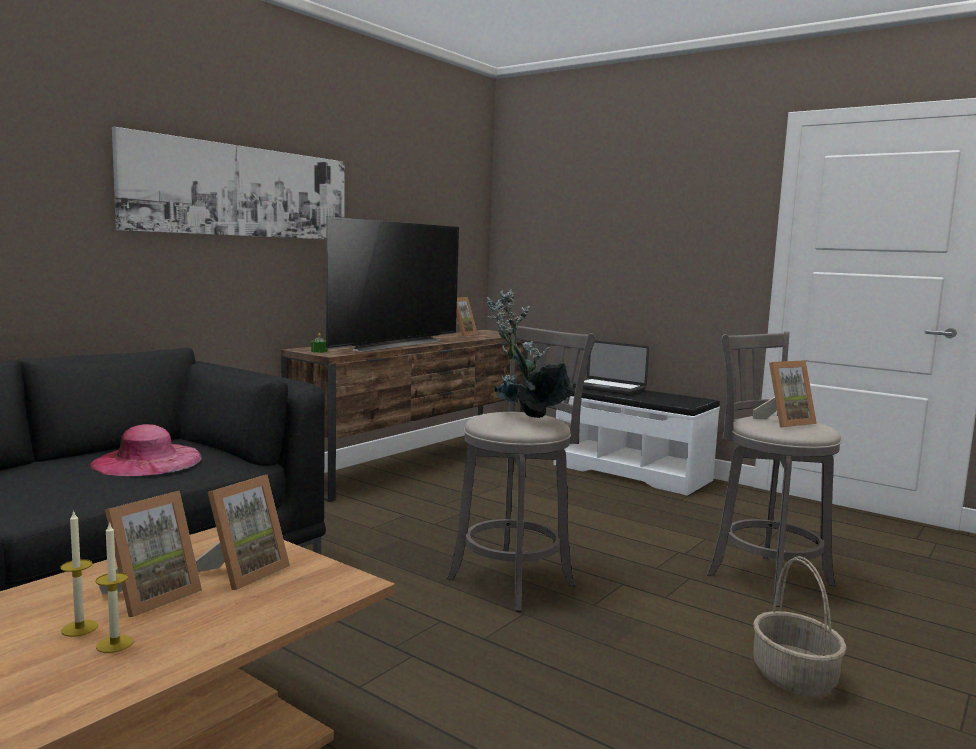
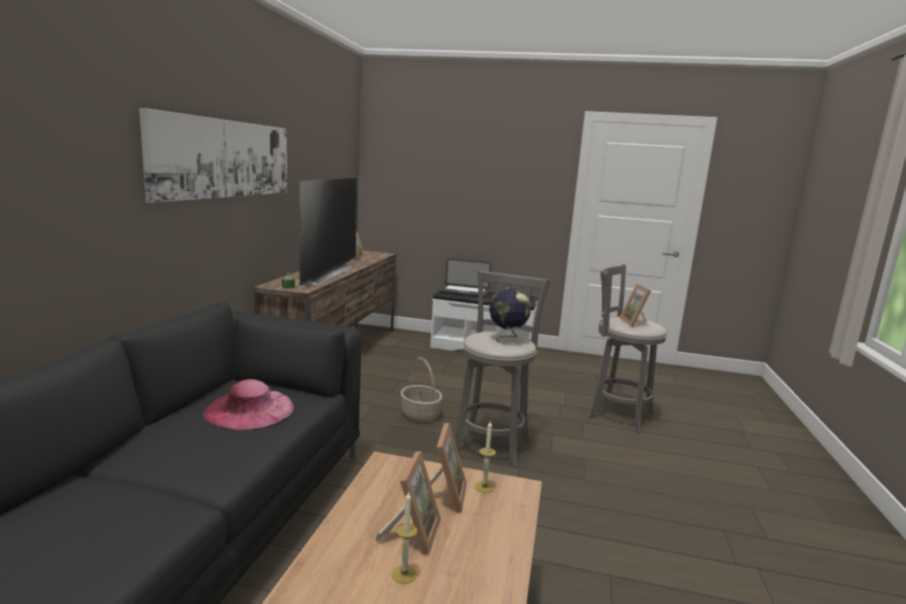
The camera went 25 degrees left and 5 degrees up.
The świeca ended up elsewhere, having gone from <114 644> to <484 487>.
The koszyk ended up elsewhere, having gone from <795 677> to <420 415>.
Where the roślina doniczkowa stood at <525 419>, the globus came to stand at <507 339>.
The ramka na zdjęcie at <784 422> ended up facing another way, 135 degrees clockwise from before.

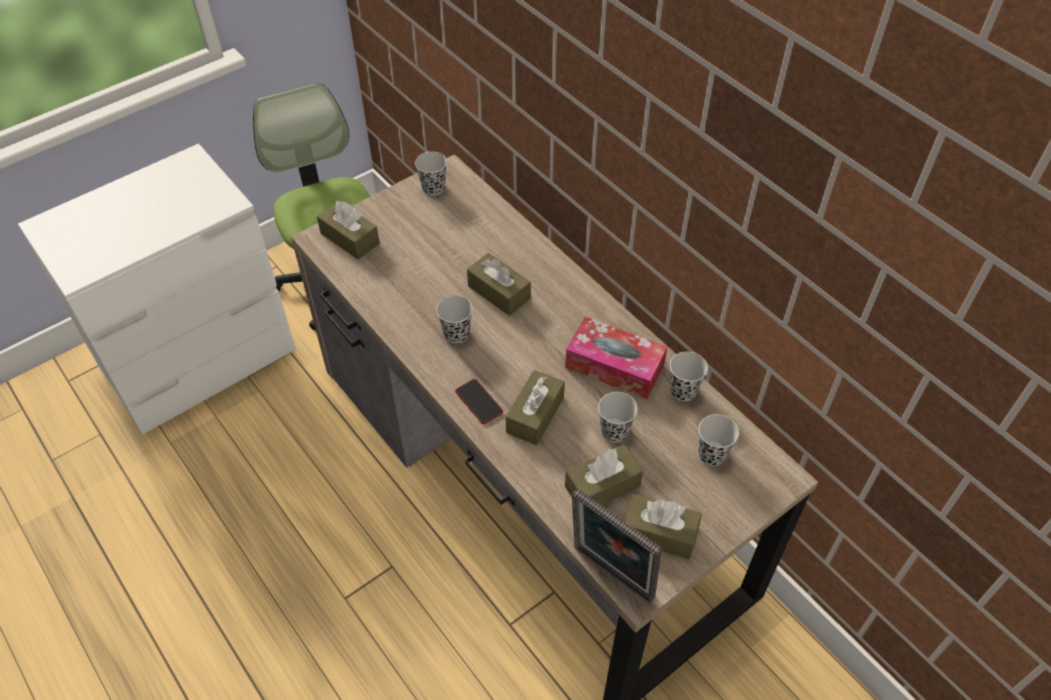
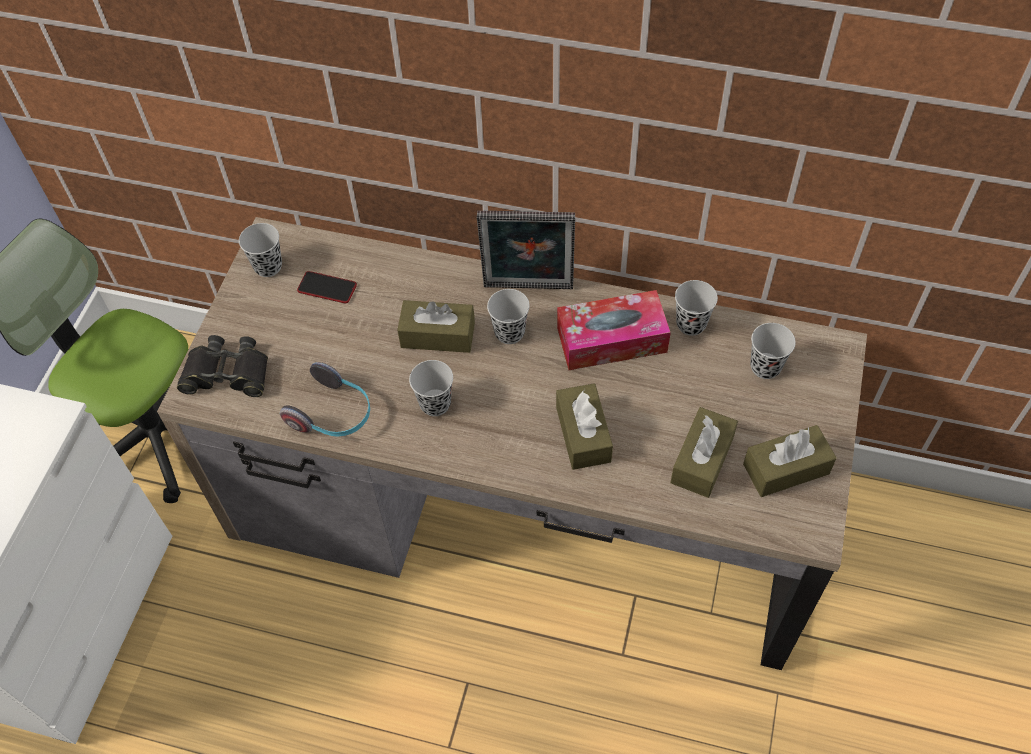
The camera went 35 degrees left and 5 degrees up.
The second view gained the słuchawki at <333 414>.
The telefon ended up elsewhere, having gone from <479 402> to <327 288>.
The ramka na zdjęcie ended up elsewhere, having gone from <610 576> to <528 290>.
The filiżanka/czarny ended up elsewhere, having gone from <614 431> to <509 332>.
Where the pudełko chusteczek/brązowy stood at <350 238>, the lornetka/czarny came to stand at <227 373>.

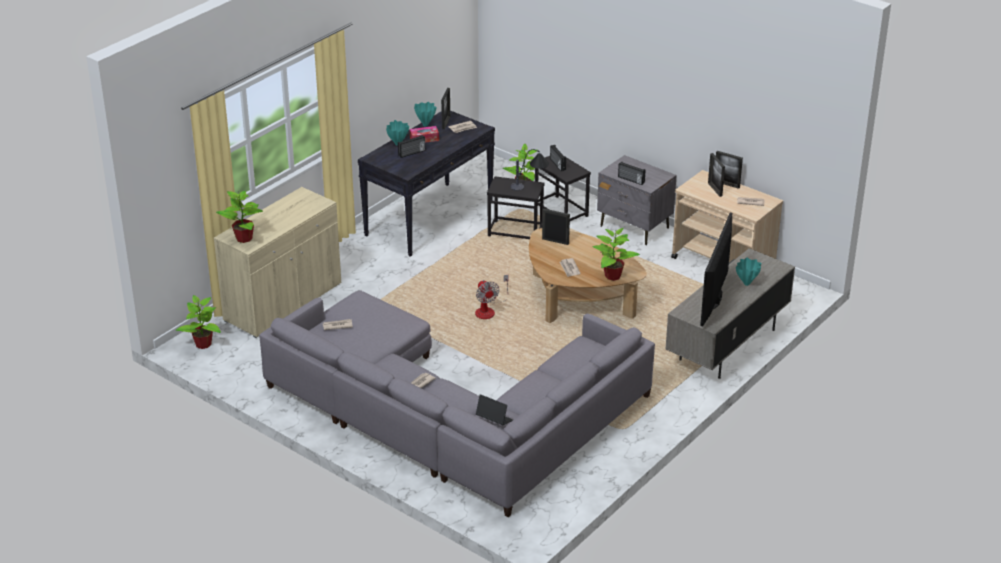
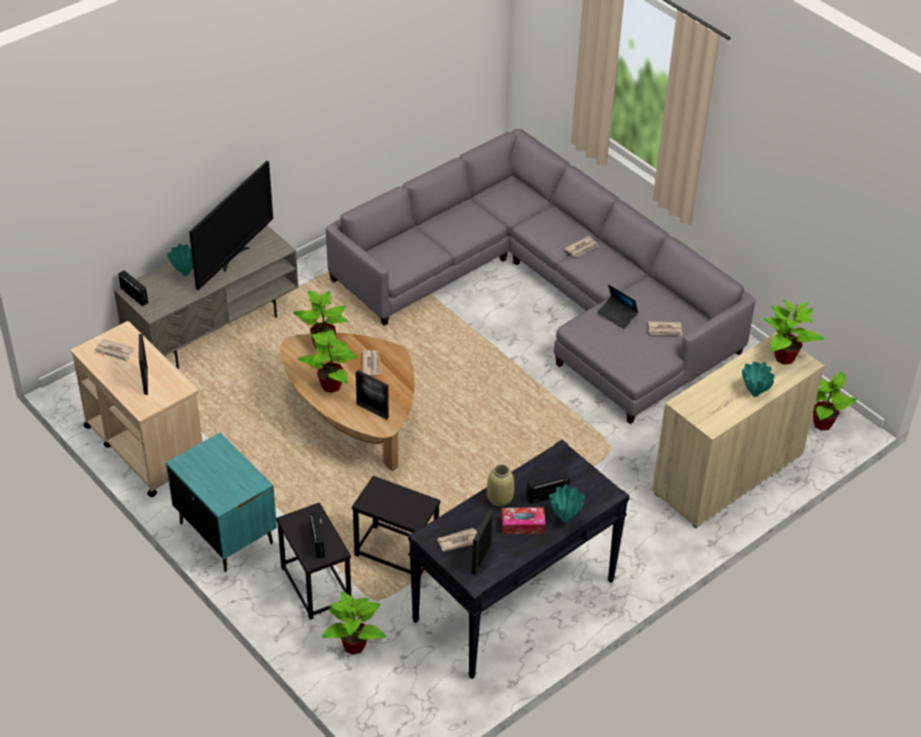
The camera went 170 degrees left and 10 degrees up.
The second view lost the wentylator at <488 310>.
The second view lost the lampa stołowa at <530 185>.
The second view lost the ramka na zdjęcie at <726 184>.
The second view gained the roślina doniczkowa at <332 385>.
The second view gained the wazon/beżowy at <499 499>.
The wazon/turkusowy ended up elsewhere, having gone from <425 125> to <754 393>.
The laptop ended up elsewhere, having gone from <494 420> to <617 315>.
The radio ended up elsewhere, having gone from <631 180> to <135 295>.
What was the szafka nocna/szary at <634 227> turned into the szafka nocna/turkusowy at <226 532>.

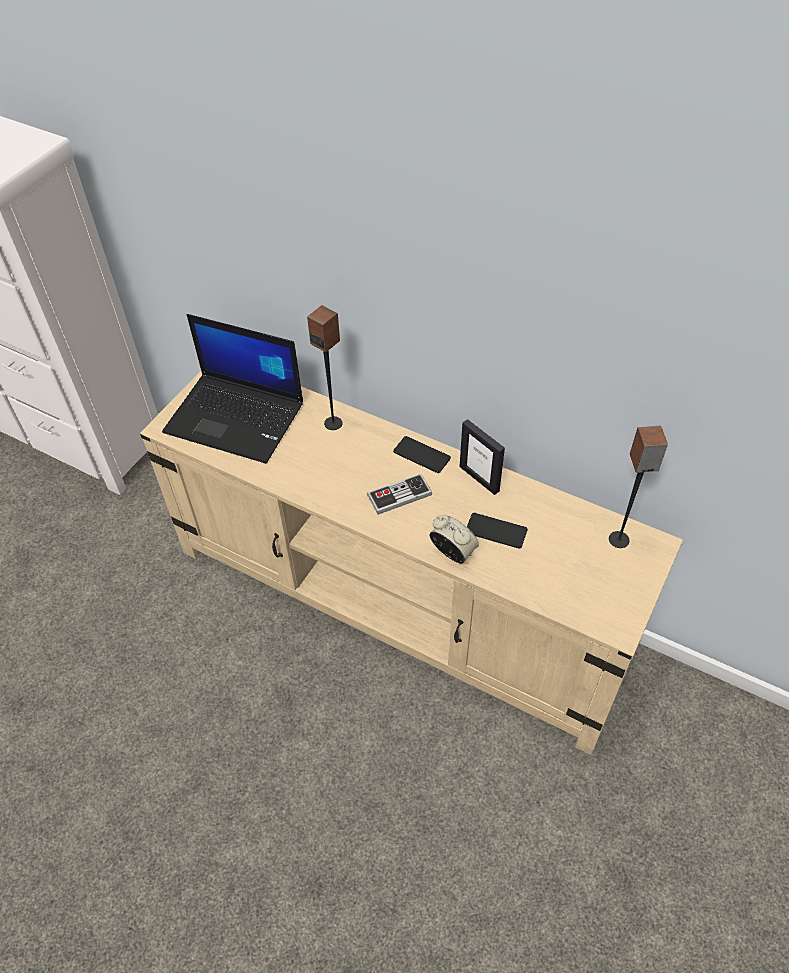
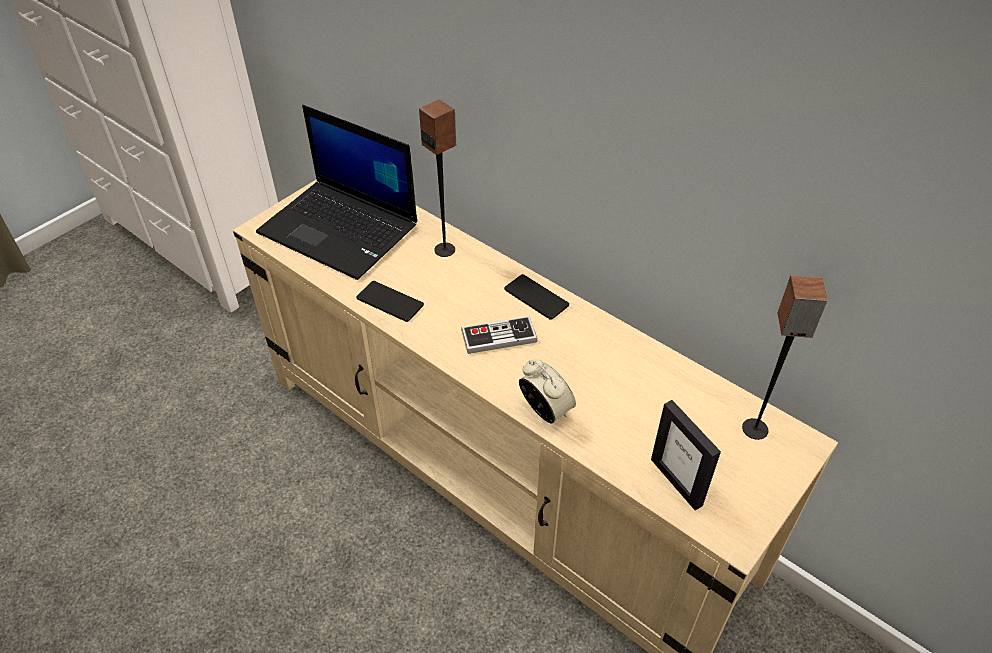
The camera went 10 degrees right and 5 degrees down.
The ramka na zdjęcie ended up elsewhere, having gone from <479 478> to <676 482>.
The telefon ended up elsewhere, having gone from <496 531> to <390 302>.

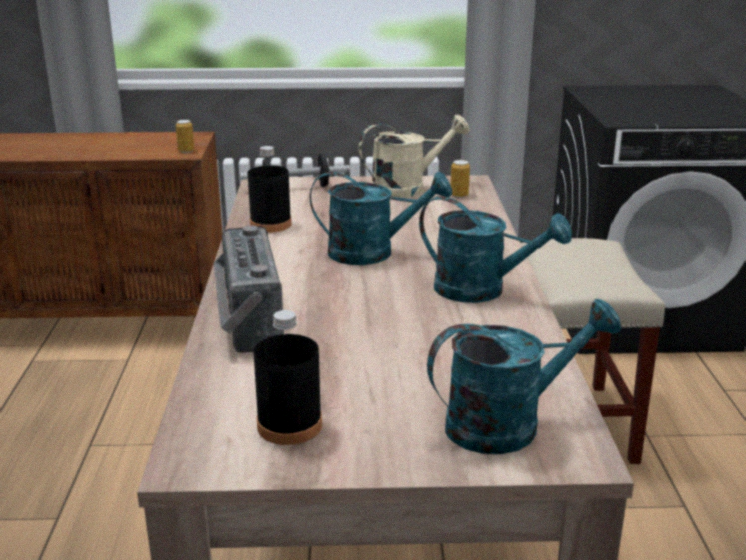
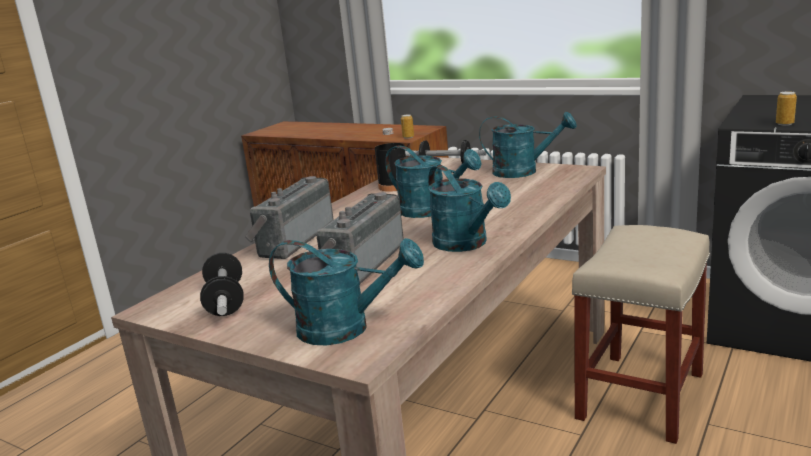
The camera went 35 degrees right and 5 degrees down.
The second view gained the radio at <360 263>.
The puszka ended up elsewhere, having gone from <459 195> to <784 124>.
Where the butelka/czarny stood at <289 425>, the hantel came to stand at <225 301>.
What was the konewka/beżowy at <407 189> turned into the konewka/turkusowy at <523 171>.

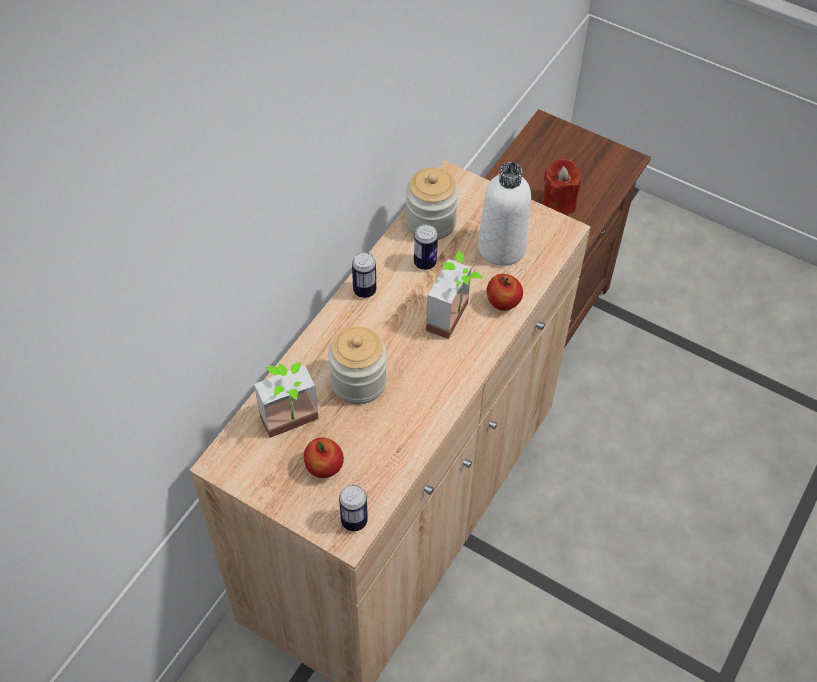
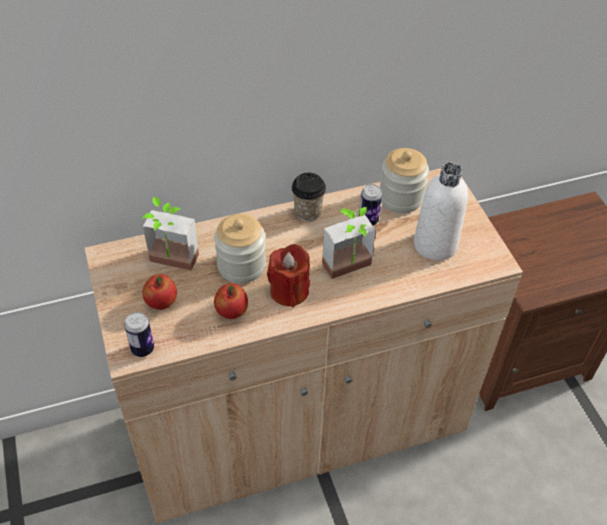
The camera went 40 degrees right and 5 degrees down.
The jabłko ended up elsewhere, having gone from <503 303> to <231 312>.
The świeca/czerwony ended up elsewhere, having gone from <558 203> to <289 291>.
Where the puszka stood at <364 290>, the filiżanka came to stand at <308 212>.

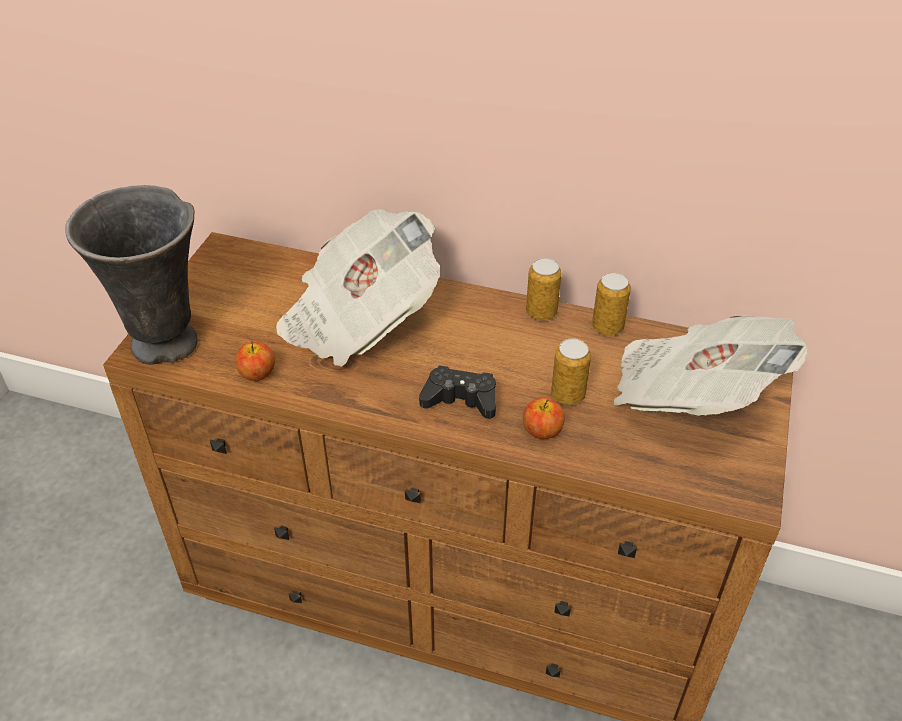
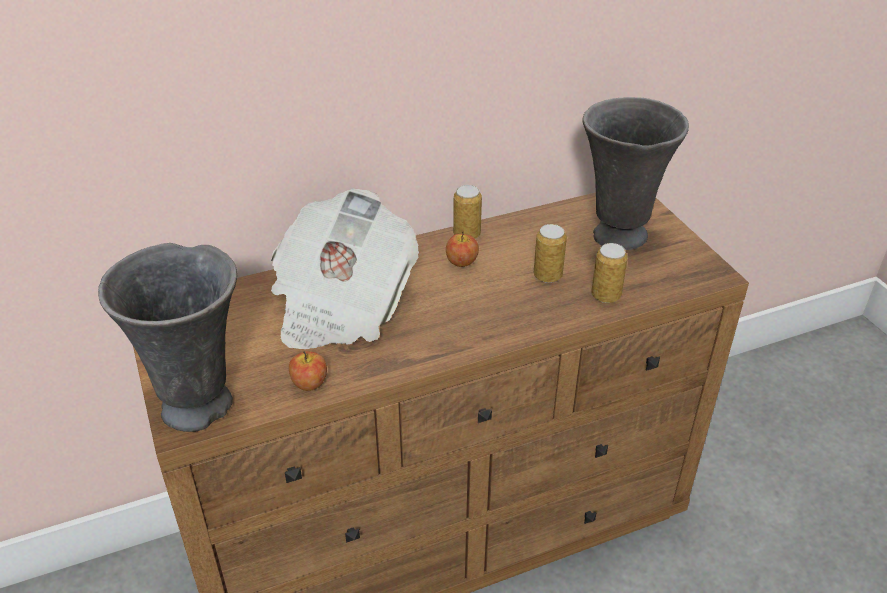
The camera went 40 degrees left and 5 degrees down.
The second view lost the pad do gier/czarny at <460 399>.
The jabłko ended up elsewhere, having gone from <542 431> to <462 262>.
The puszka ended up elsewhere, having gone from <607 327> to <606 296>.
Where the gazeta stood at <691 394>, the wazon/szary came to stand at <617 236>.

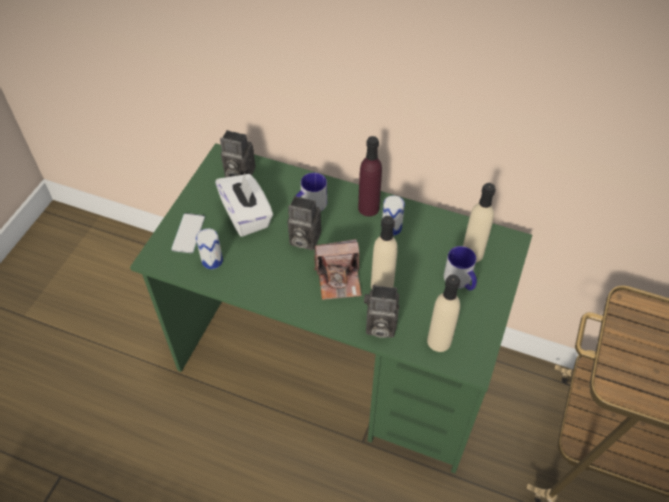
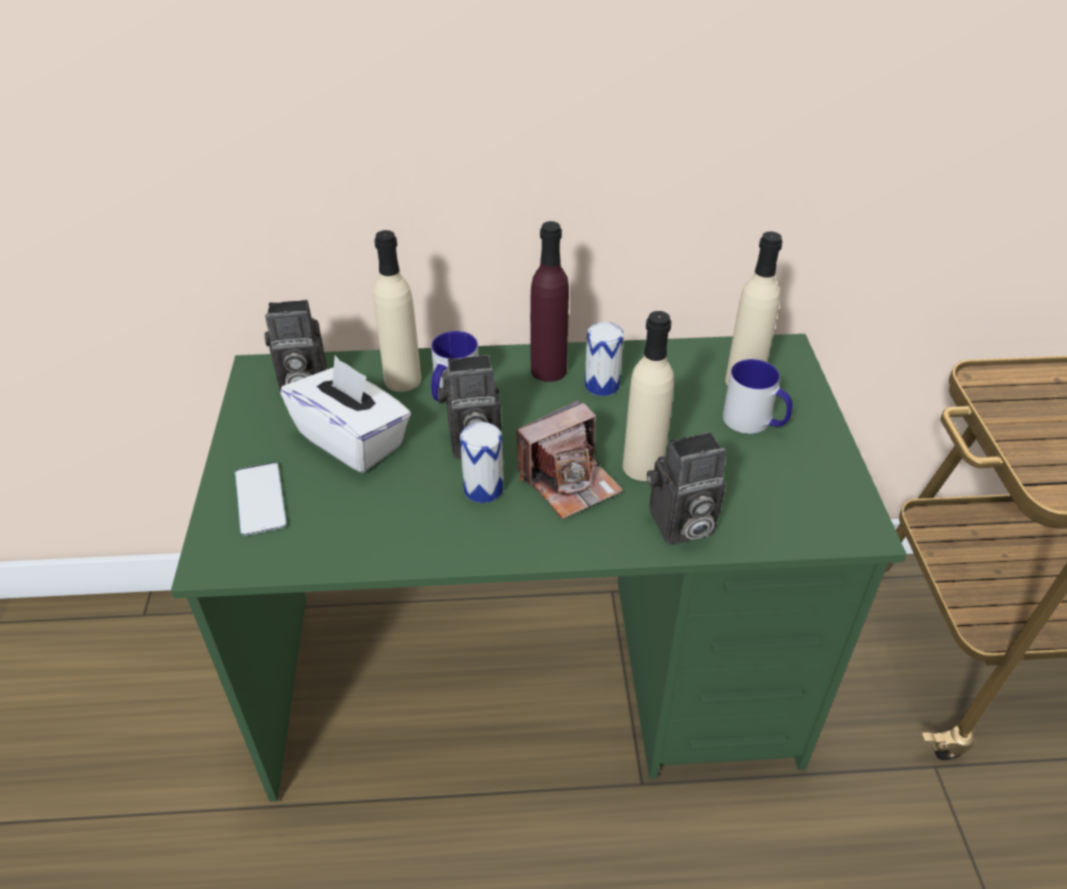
The camera went 25 degrees left and 10 degrees down.
The puszka ended up elsewhere, having gone from <212 261> to <483 489>.
The butelka/beżowy ended up elsewhere, having gone from <439 341> to <402 380>.

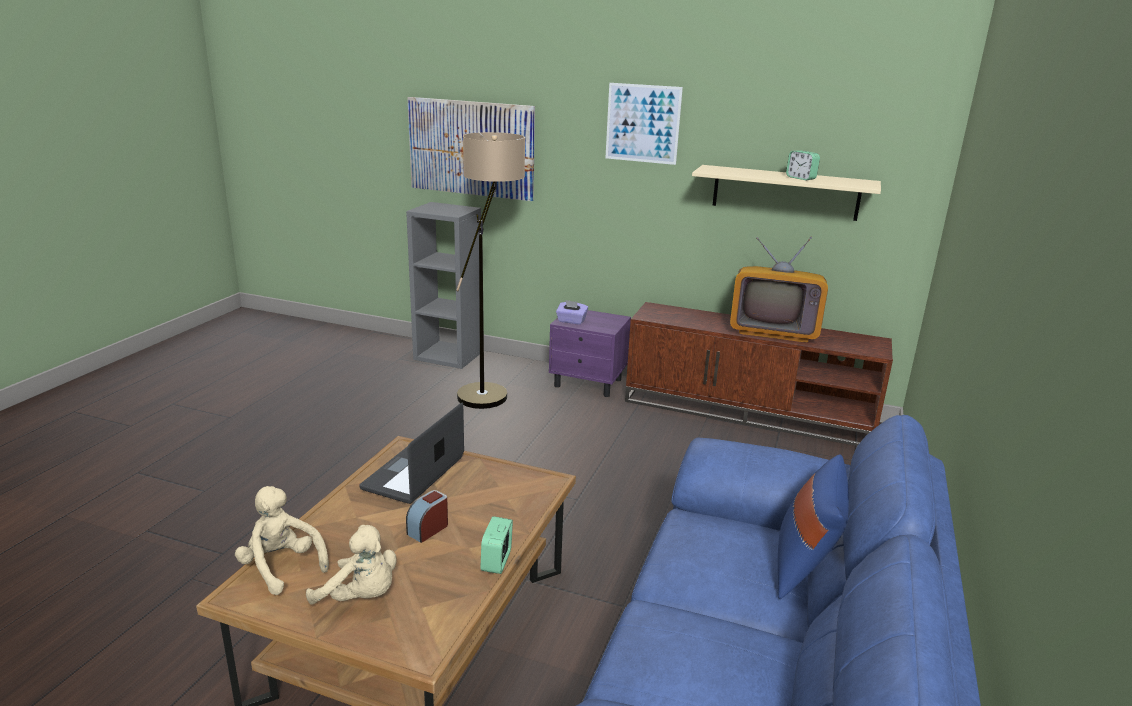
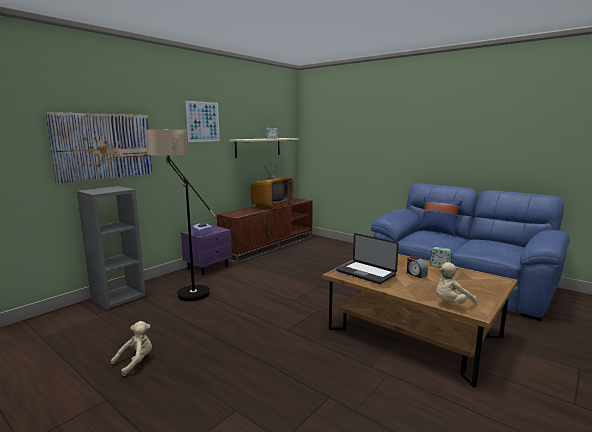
The camera went 70 degrees left and 10 degrees down.
The pluszak/beżowy ended up elsewhere, having gone from <361 597> to <136 361>.

